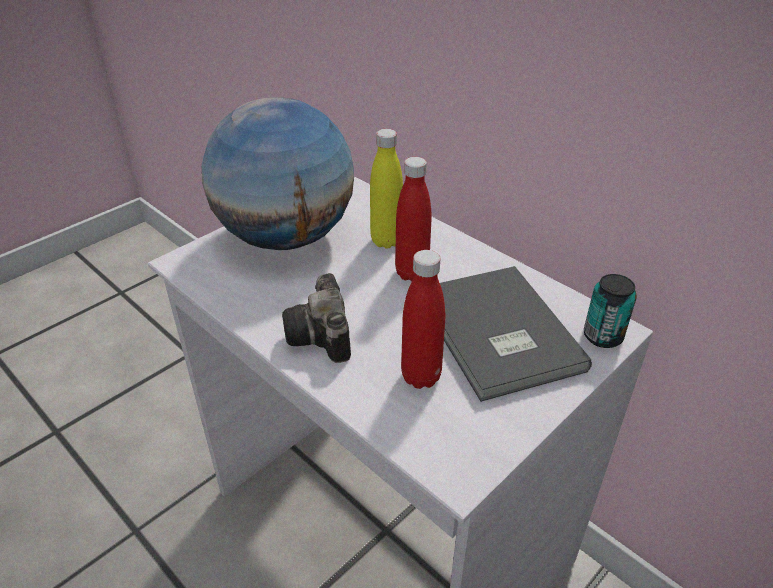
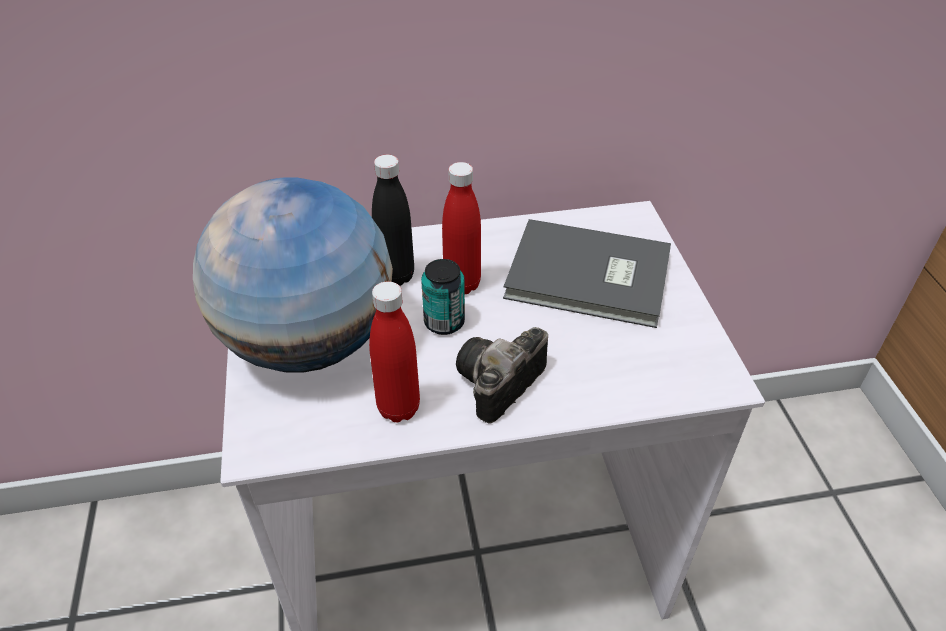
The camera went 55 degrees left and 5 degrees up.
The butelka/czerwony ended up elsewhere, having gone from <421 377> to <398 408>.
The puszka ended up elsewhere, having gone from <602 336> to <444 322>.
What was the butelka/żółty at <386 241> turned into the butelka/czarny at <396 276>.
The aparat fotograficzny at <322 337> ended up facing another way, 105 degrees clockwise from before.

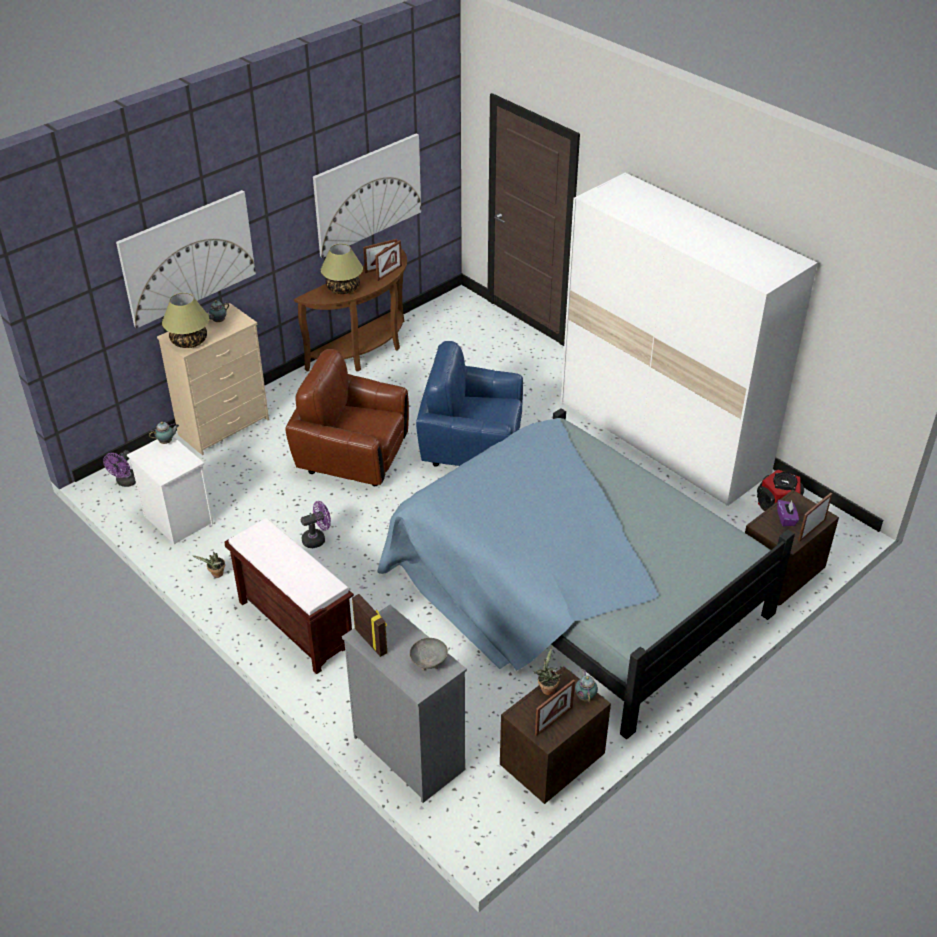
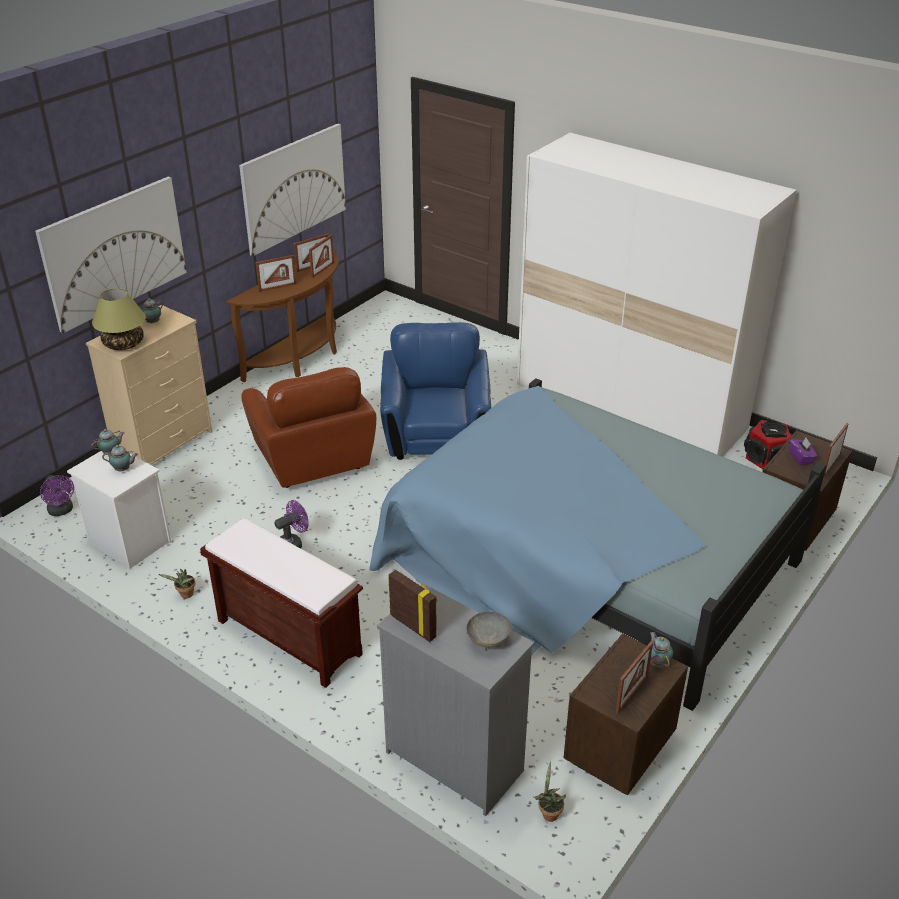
The camera went 10 degrees left and 5 degrees down.
The second view gained the imbryk at <123 469>.
The roślina doniczkowa ended up elsewhere, having gone from <547 688> to <548 813>.
Where the lampa stołowa stood at <343 288>, the ramka na zdjęcie came to stand at <277 287>.
The wentylator/fioletowy at <125 482> ended up facing another way, 45 degrees counterclockwise from before.
The fotel/brązowy at <352 456> ended up facing another way, 120 degrees counterclockwise from before.
The fotel/niebieski at <471 446> ended up facing another way, 90 degrees clockwise from before.

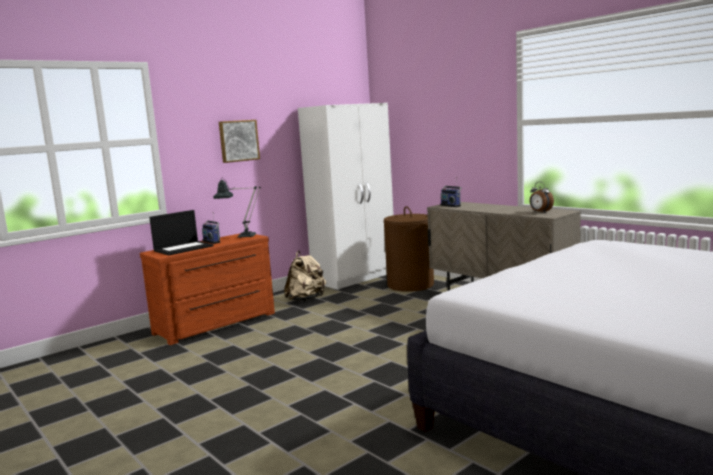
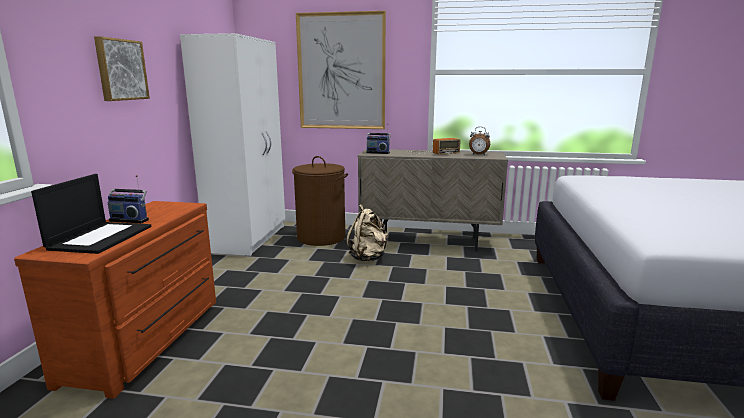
The camera went 40 degrees left and 5 degrees up.
The second view lost the lampa stołowa at <242 236>.
The second view gained the obraz at <341 72>.
The second view gained the radio at <430 153>.
The plecak/beżowy ended up elsewhere, having gone from <306 299> to <368 258>.

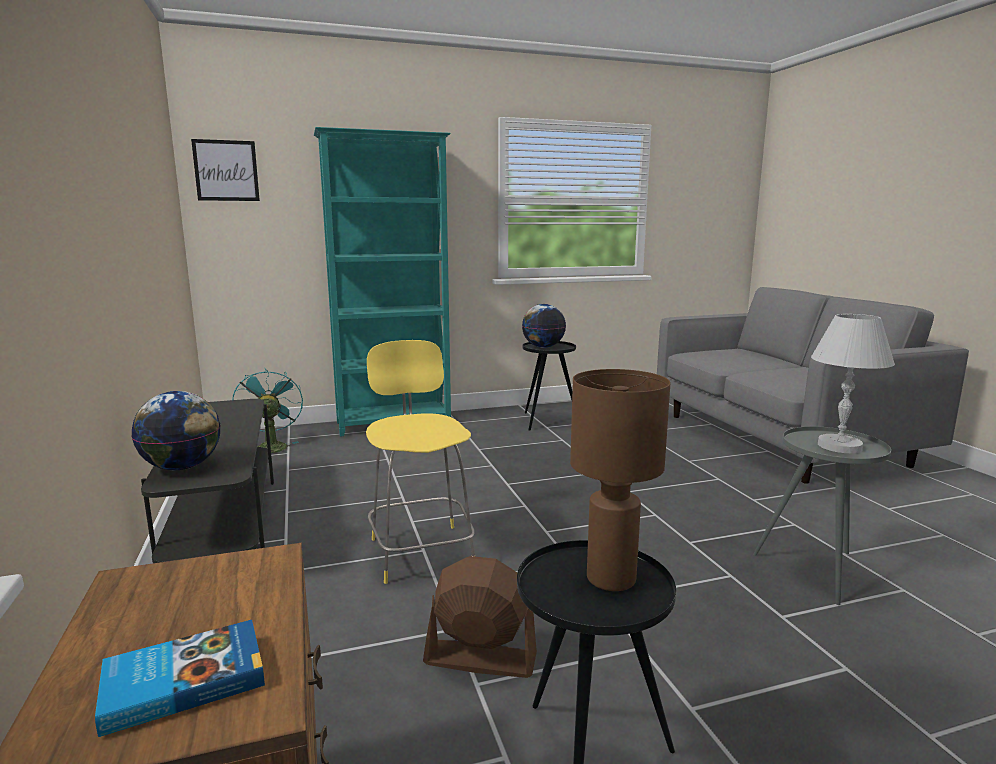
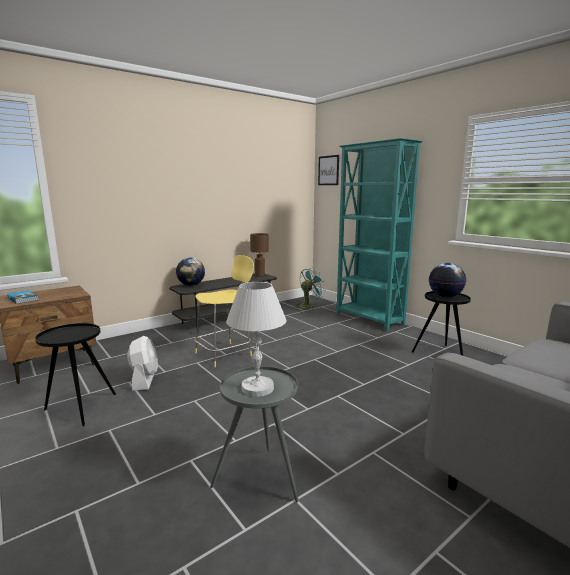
The camera went 70 degrees right and 0 degrees up.
The lampa stołowa/brązowy ended up elsewhere, having gone from <612 579> to <260 275>.
What was the wentylator/brązowy at <479 658> turned into the wentylator/biały at <144 379>.

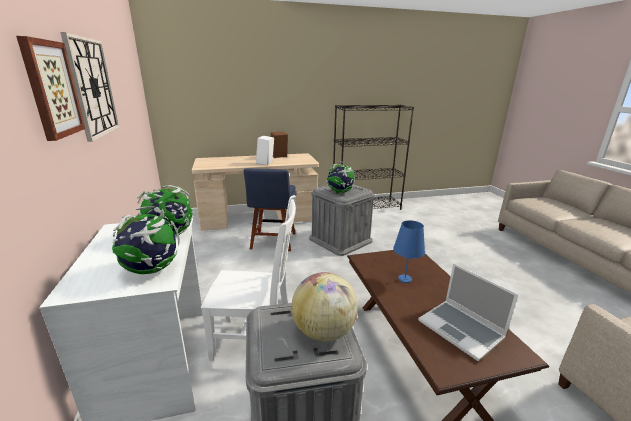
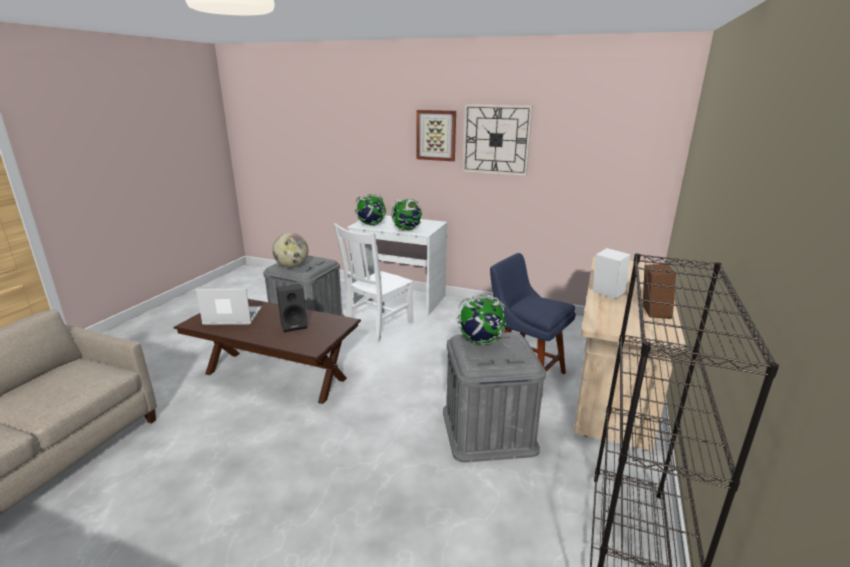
The camera went 125 degrees right and 0 degrees up.
Where the lampa stołowa/niebieski stood at <404 279>, the głośnik/czarny came to stand at <294 325>.

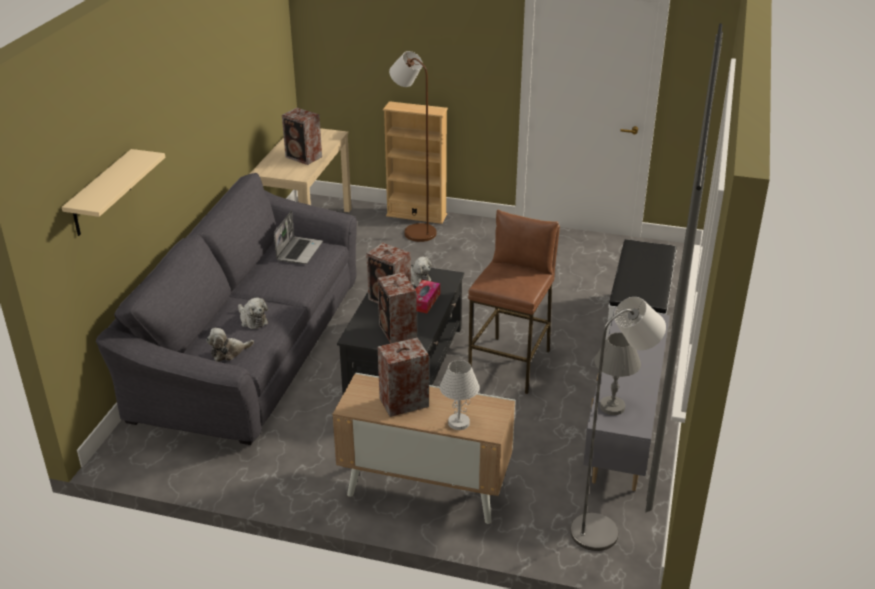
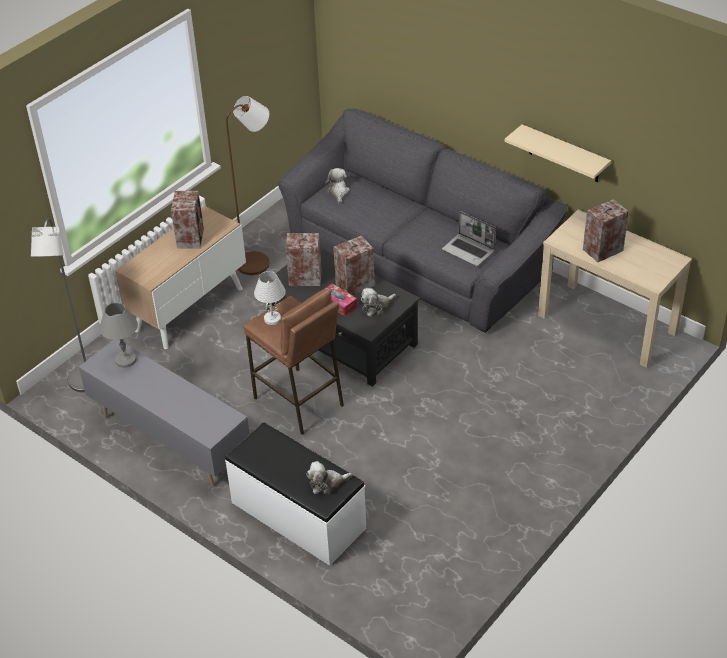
The camera went 115 degrees right and 10 degrees up.
The second view lost the regał/beżowy at <416 215>.
The półka/beżowy ended up elsewhere, having gone from <101 194> to <564 154>.
The pluszak ended up elsewhere, having gone from <252 320> to <327 483>.
The lampa stojąca/brązowy ended up elsewhere, having gone from <415 231> to <259 262>.
The lampa stołowa/biały ended up elsewhere, having gone from <459 422> to <272 319>.

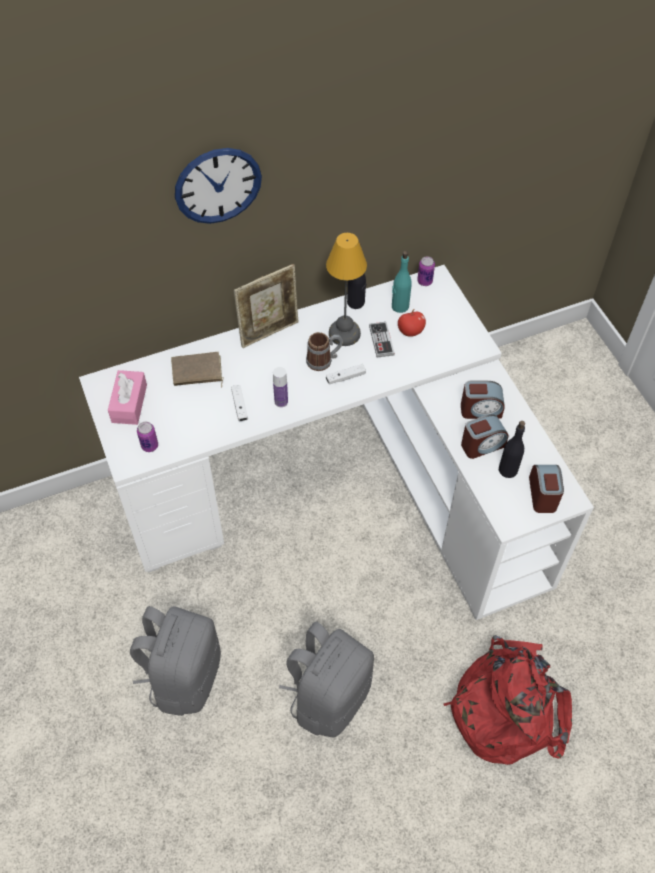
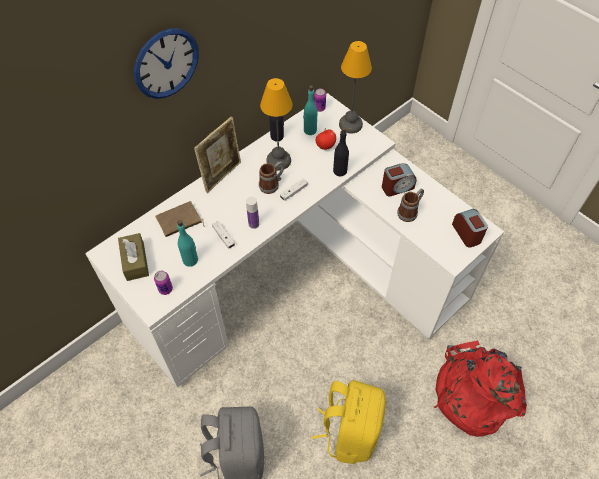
The camera went 20 degrees left and 0 degrees up.
The second view lost the pad do gier at <381 340>.
The second view gained the butelka/turkusowy at <190 260>.
The second view gained the lampa stołowa at <350 125>.
The butelka/czarny ended up elsewhere, having gone from <508 470> to <340 171>.
Where the budzik stood at <482 445>, the kubek came to stand at <410 211>.
What was the pudełko chusteczek/różowy at <129 403> turned into the pudełko chusteczek/brązowy at <135 261>.
What was the plecak/szary at <329 696> turned into the plecak/żółty at <349 431>.

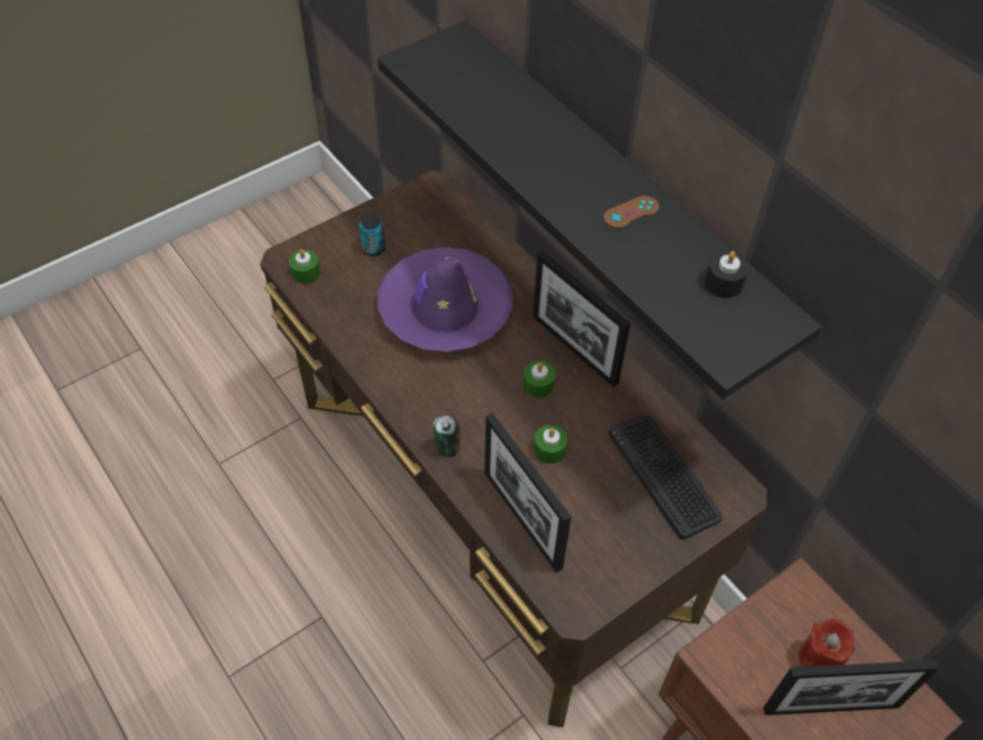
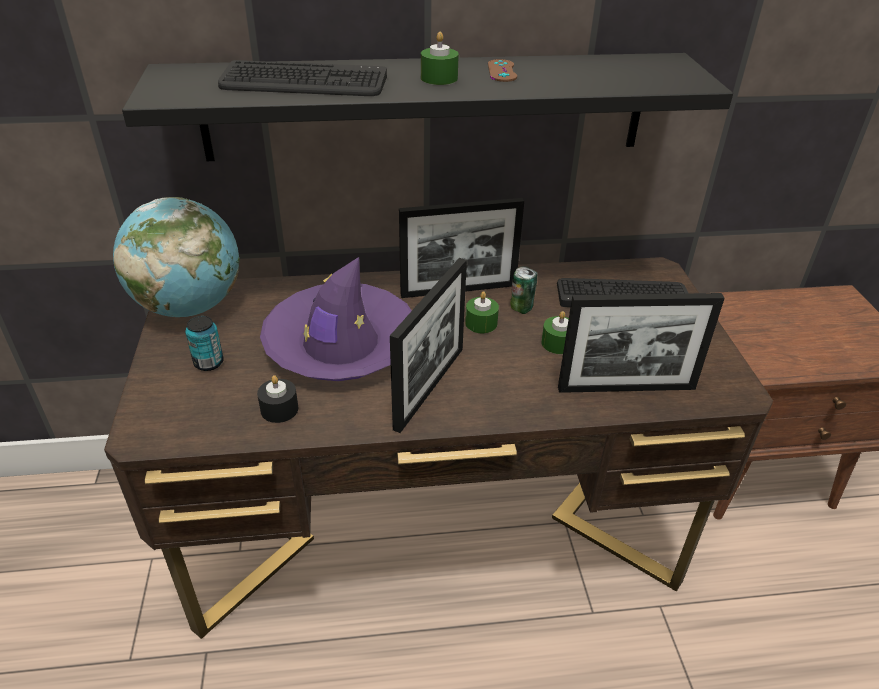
The camera went 60 degrees left and 15 degrees down.
The second view lost the świeca/czerwony at <819 659>.
The second view gained the globus at <189 306>.
The second view gained the klawiatura at <303 82>.
The świeca/zielony ended up elsewhere, having gone from <305 273> to <439 78>.
The puszka ended up elsewhere, having gone from <446 448> to <521 308>.
The świeca/czarny ended up elsewhere, having gone from <723 283> to <279 409>.
The ramka na zdjęcie ended up elsewhere, having gone from <831 707> to <429 387>.

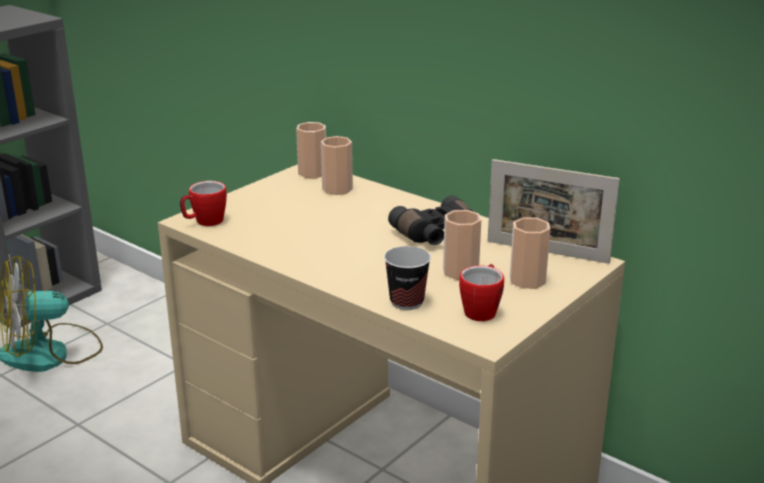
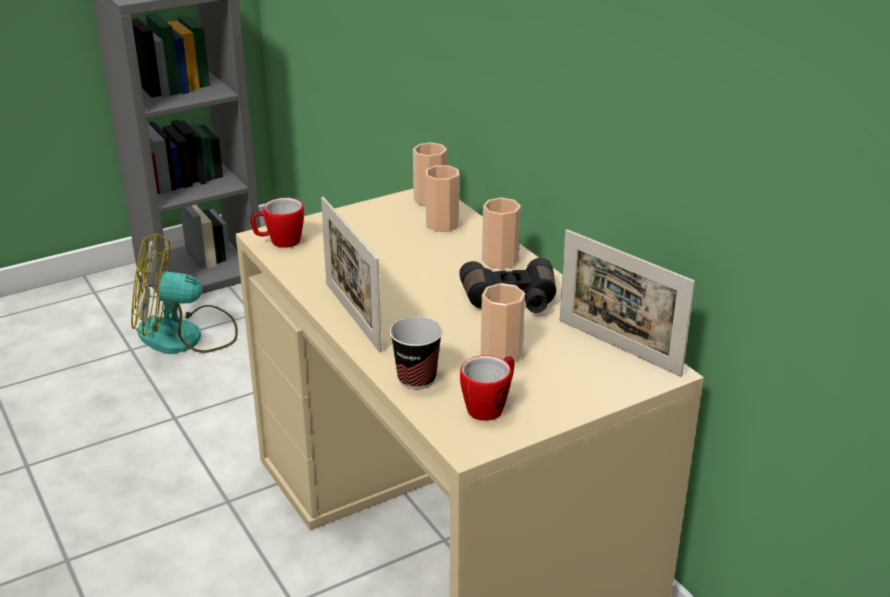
The camera went 20 degrees right and 5 degrees up.
The second view gained the ramka na zdjęcie at <352 316>.
The filiżanka ended up elsewhere, having gone from <527 280> to <500 260>.

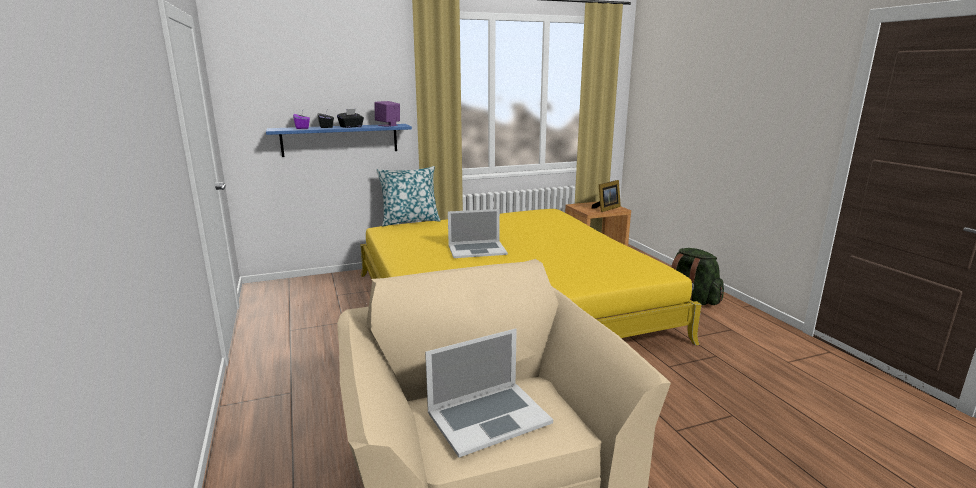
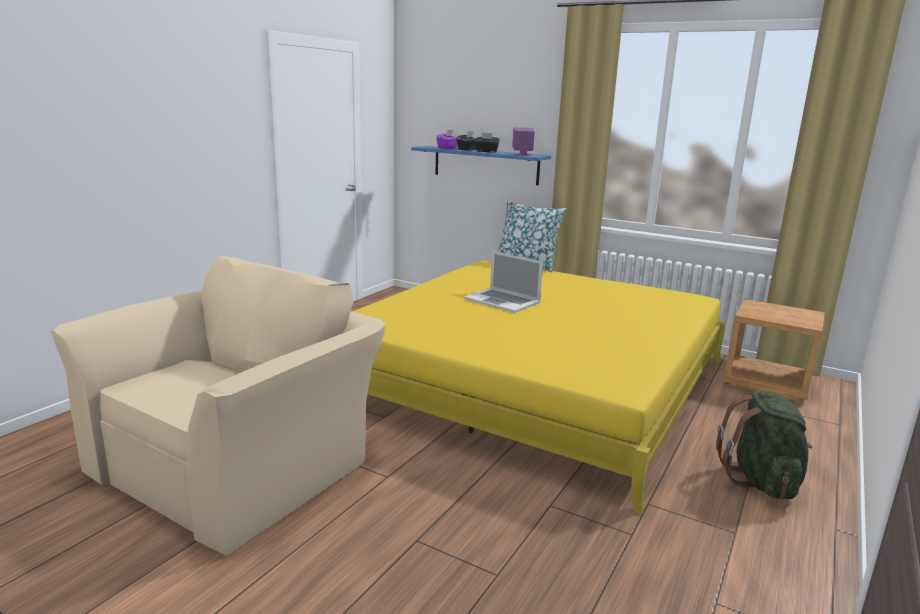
The camera went 50 degrees right and 0 degrees up.
The second view lost the laptop at <488 417>.
The second view lost the ramka na zdjęcie at <606 208>.

